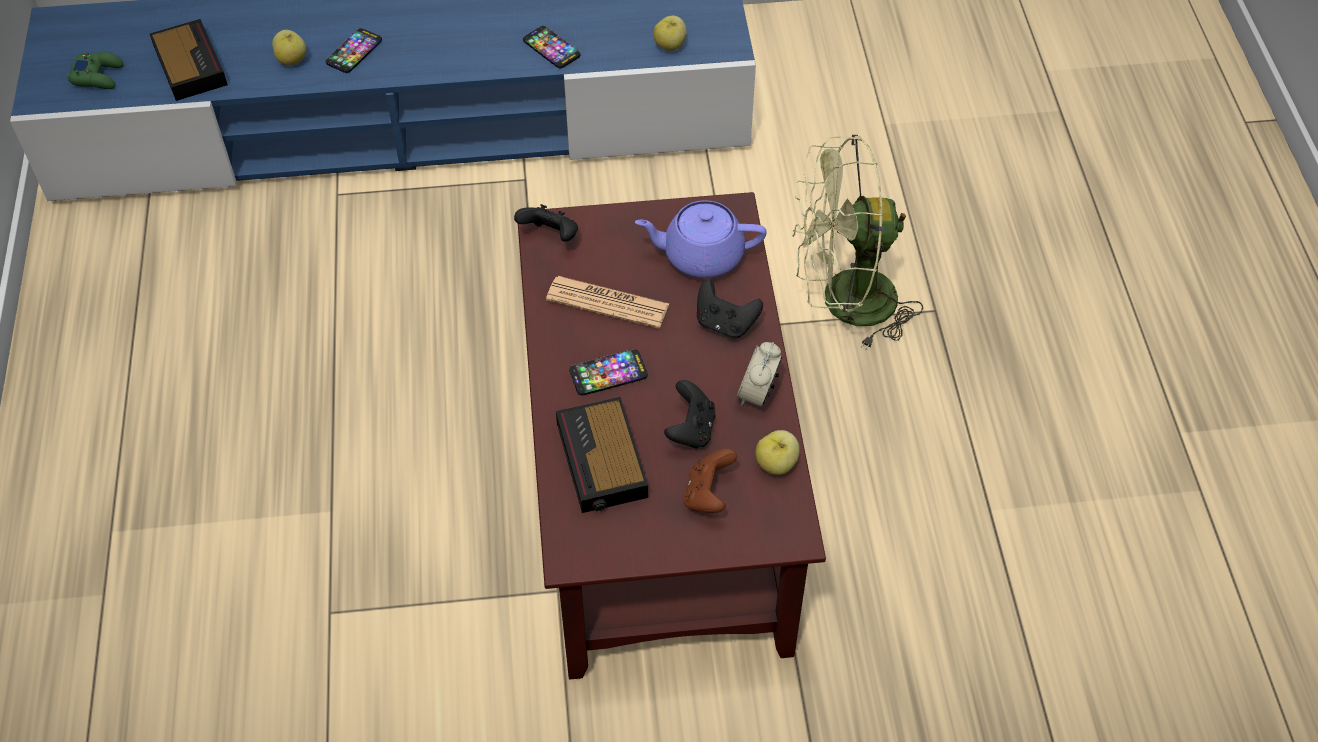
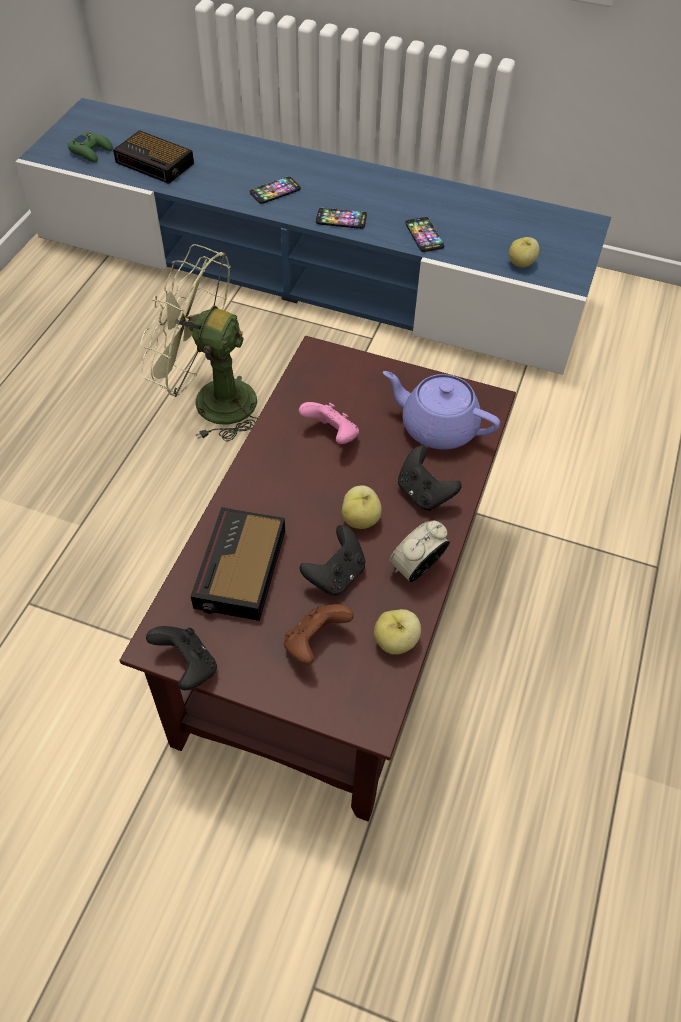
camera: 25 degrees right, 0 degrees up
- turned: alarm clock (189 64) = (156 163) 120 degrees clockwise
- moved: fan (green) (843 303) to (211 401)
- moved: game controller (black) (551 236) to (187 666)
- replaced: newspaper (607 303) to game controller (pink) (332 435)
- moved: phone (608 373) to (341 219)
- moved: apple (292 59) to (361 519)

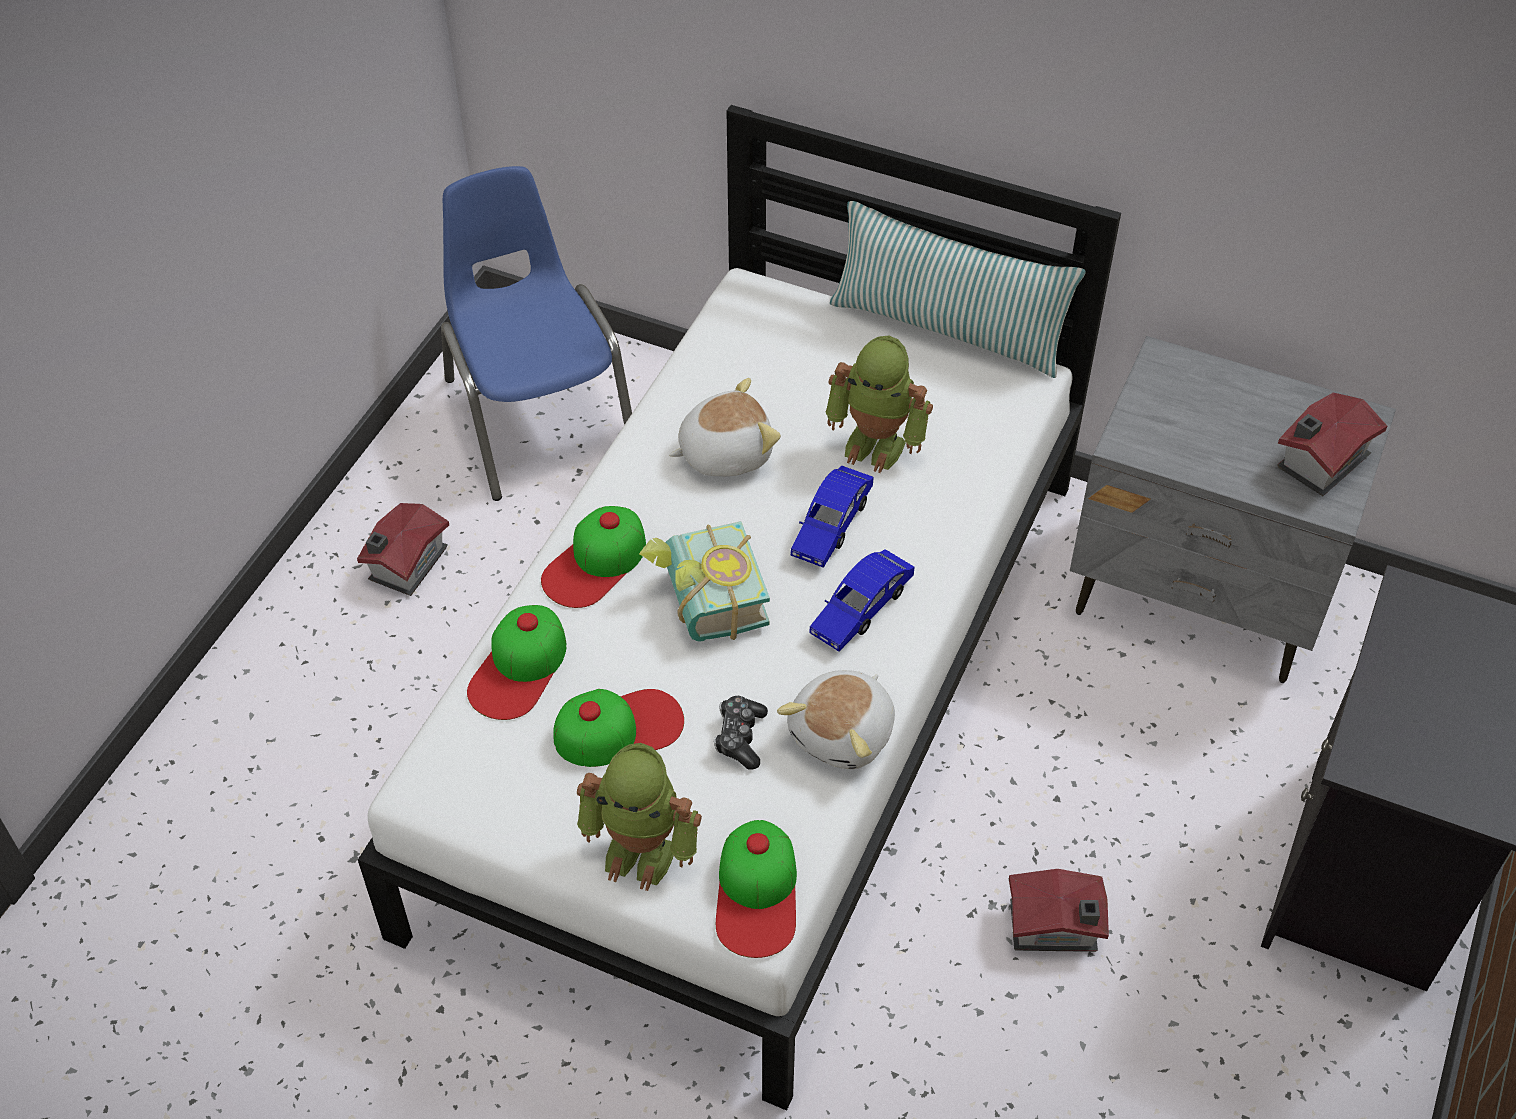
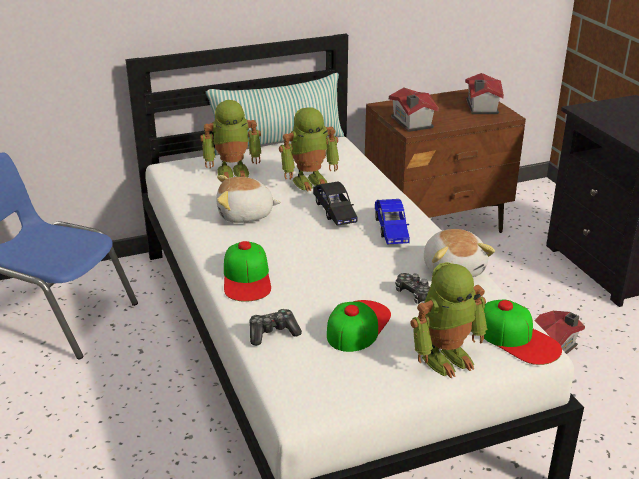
camera: 45 degrees left, 20 degrees down
- added: toy robot (233 171)
- turned: plush toy (724 452) = (245 215) 120 degrees counterclockwise
- replaced: cap (519 668) to game controller (273 333)
- recoloured: toy car (blue) (832 525) to toy car (black) (334 211)
- recoloured: nightstand (grey) (1200 595) to nightstand (brown) (436 224)
- moved: toy house (405 565) to (411 123)
- removed: book (703 602)

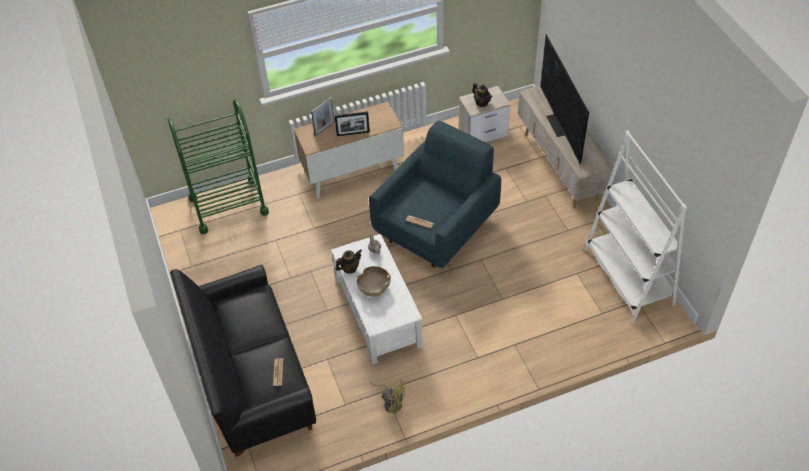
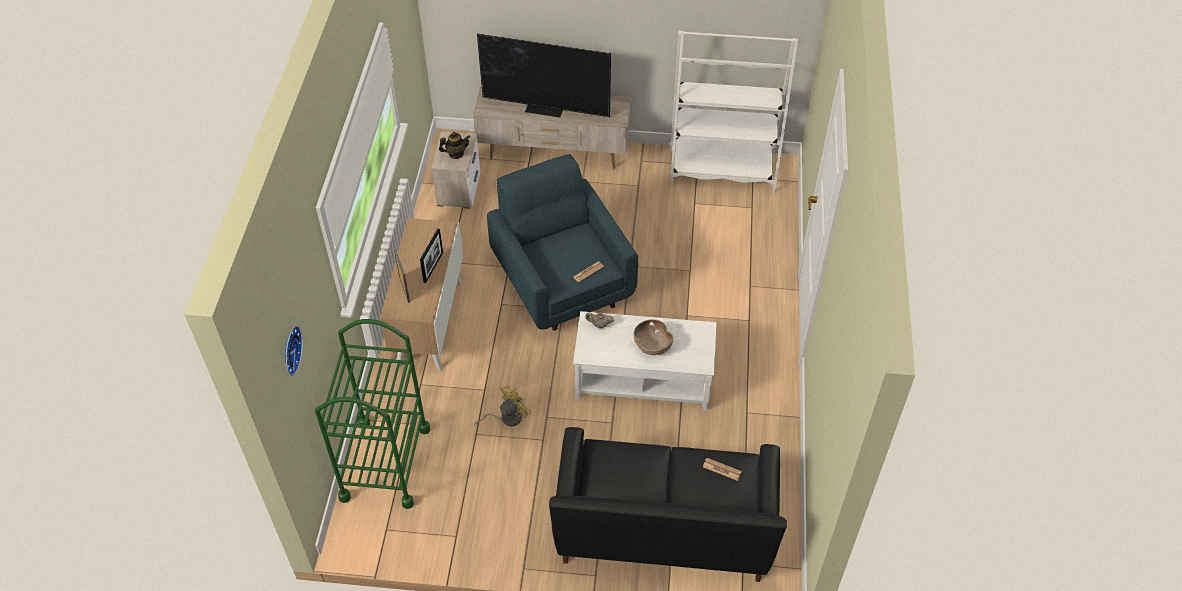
camera: 65 degrees left, 0 degrees up
- added: wall clock (290 350)
- moved: fan (yellow) (391 402) to (506 418)
- removed: teapot (349 268)

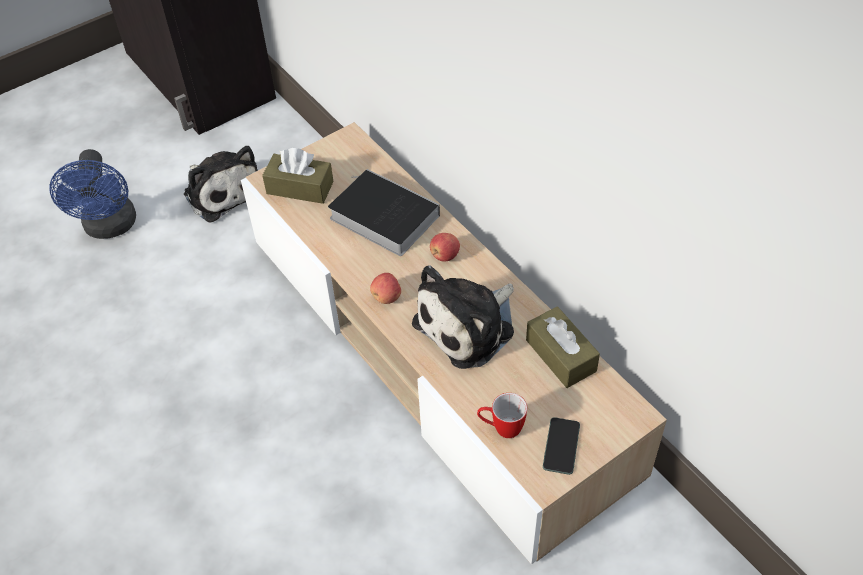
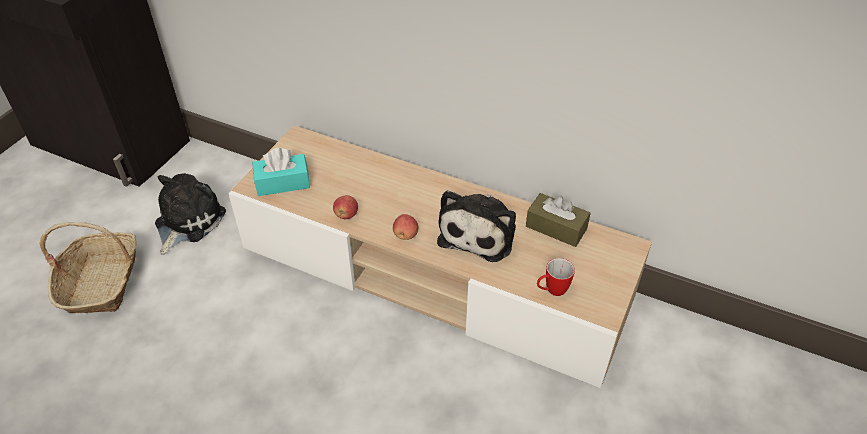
camera: 30 degrees left, 5 degrees down
- replaced: fan (blue) (110 227) to basket (102 282)
- turned: plush toy (222 191) = (187 221) 90 degrees counterclockwise
- recoloured: tissue box (brown) (300 188) to tissue box (turquoise) (282 183)
- moved: apple (444 255) to (346 215)
- removed: book (381 216)
- removed: phone (561 446)

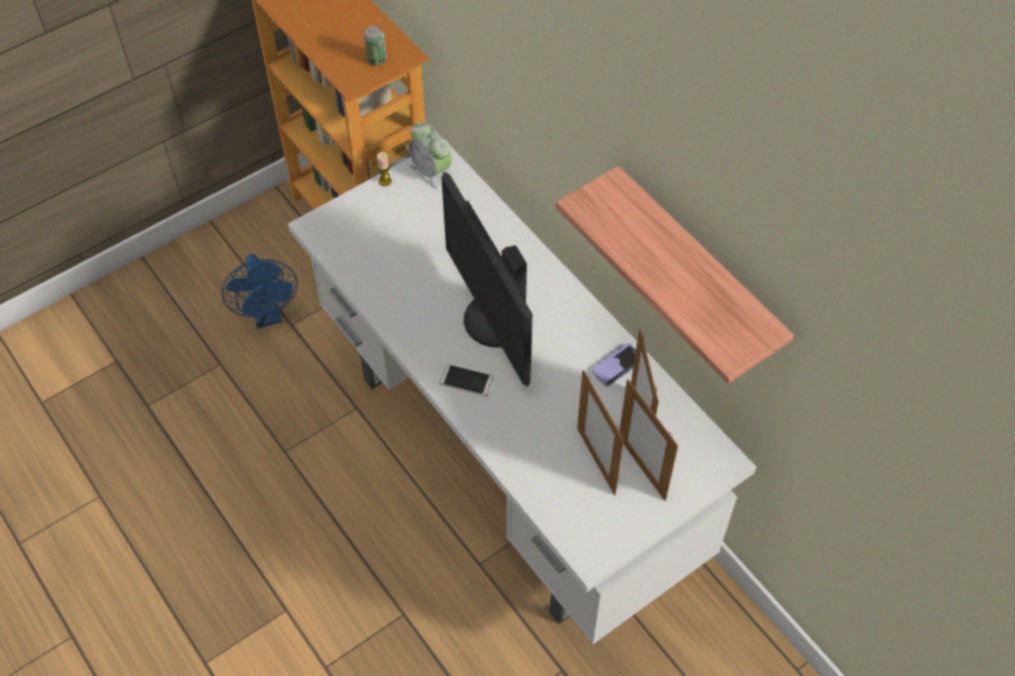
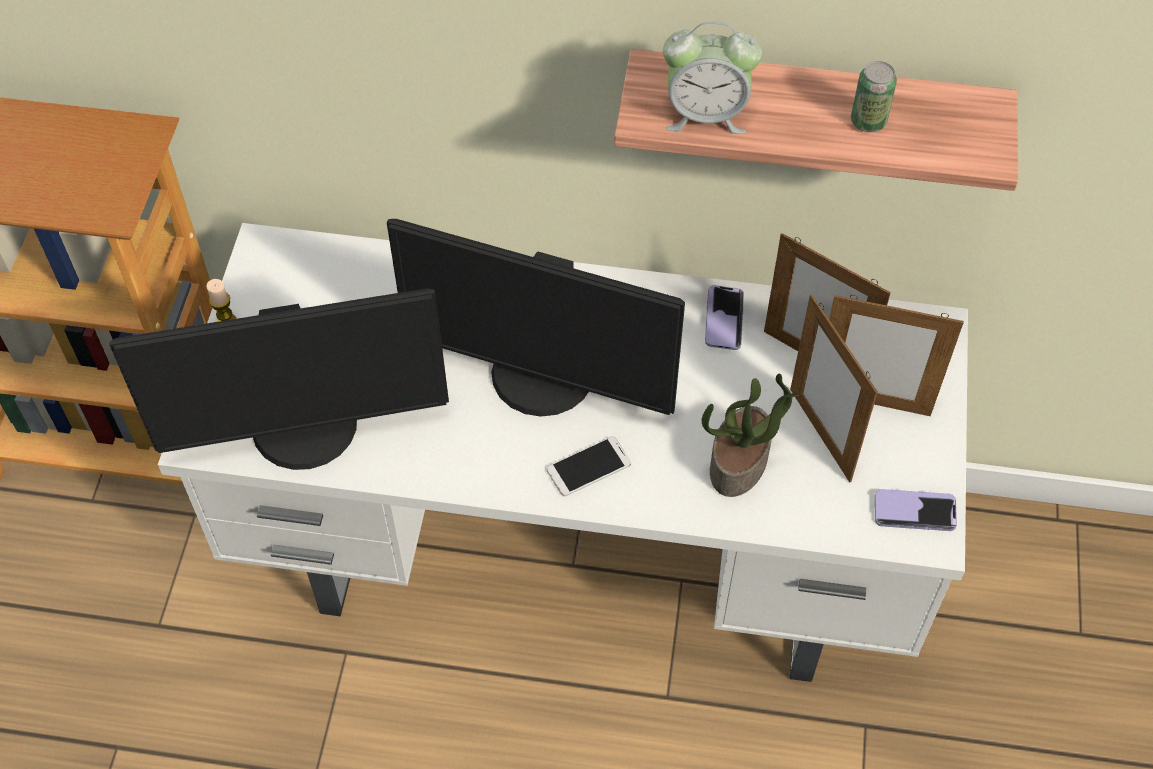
camera: 45 degrees left, 0 degrees up
- added: monitor (305 430)
- moved: alarm clock (431 171) to (706 115)
- added: potted plant (740 463)
- turned: picture frame (596 461) = (820 434) 45 degrees clockwise
- moved: can (376 59) to (868 121)
- added: phone (914 511)
- removed: fan (blue) (267 315)

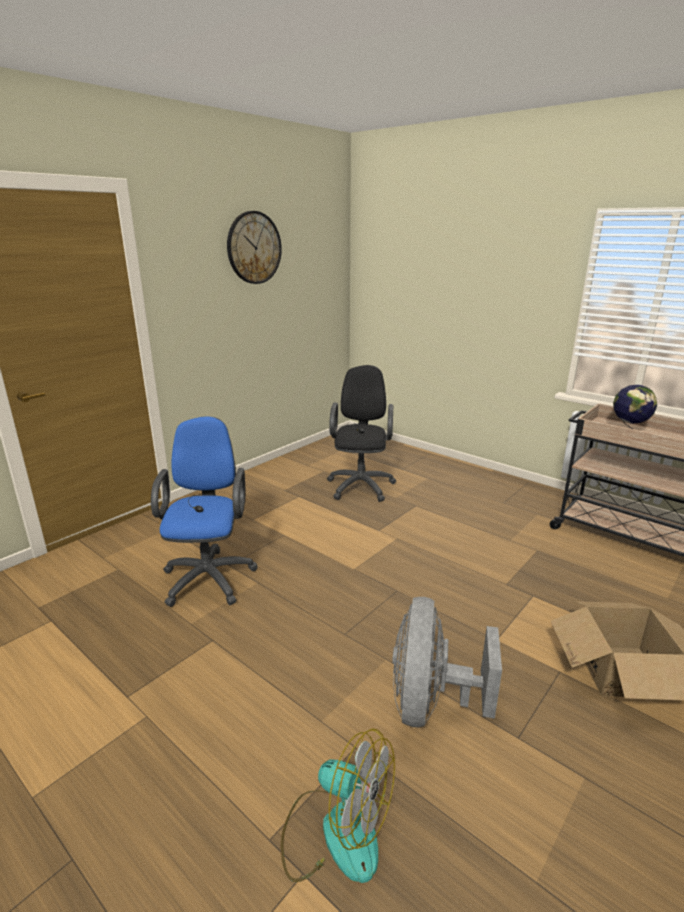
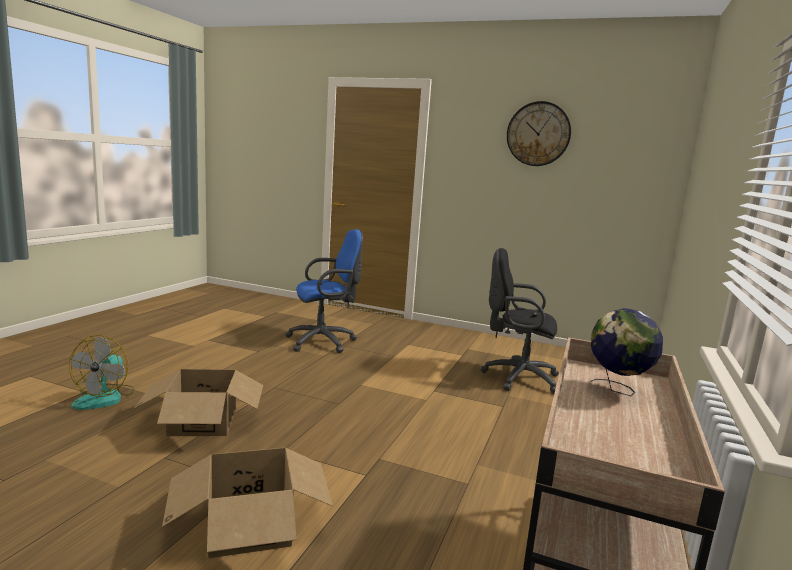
camera: 70 degrees right, 10 degrees down
- replaced: fan (grey) (431 703) to cardboard box (202 422)
- turned: office chair (black) (361 484) = (516 377) 150 degrees counterclockwise

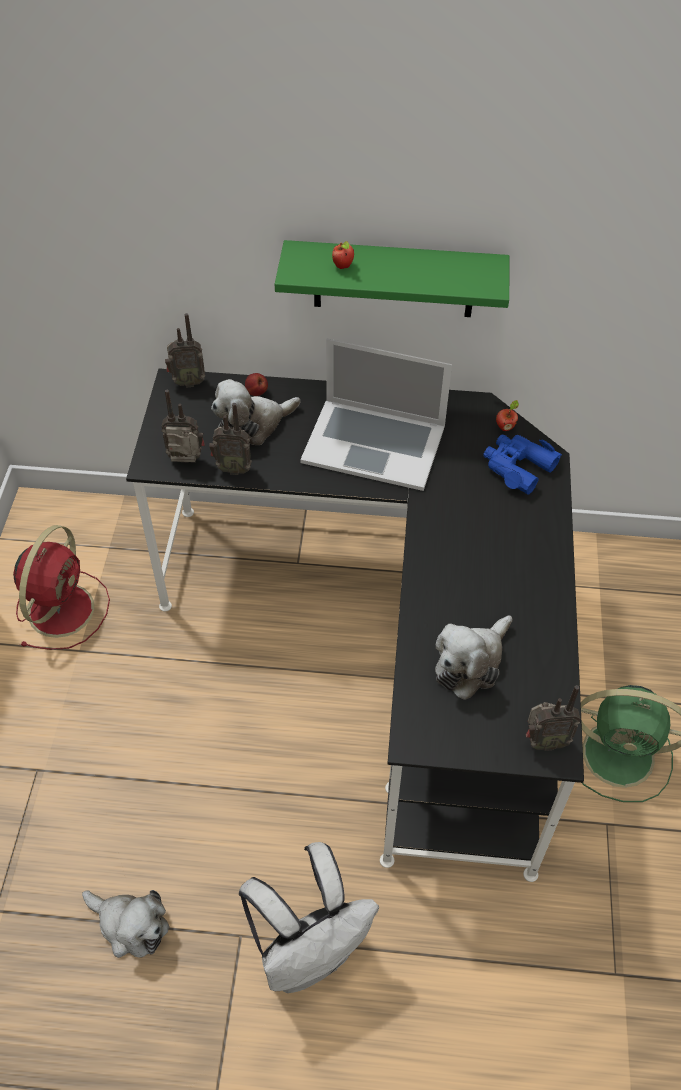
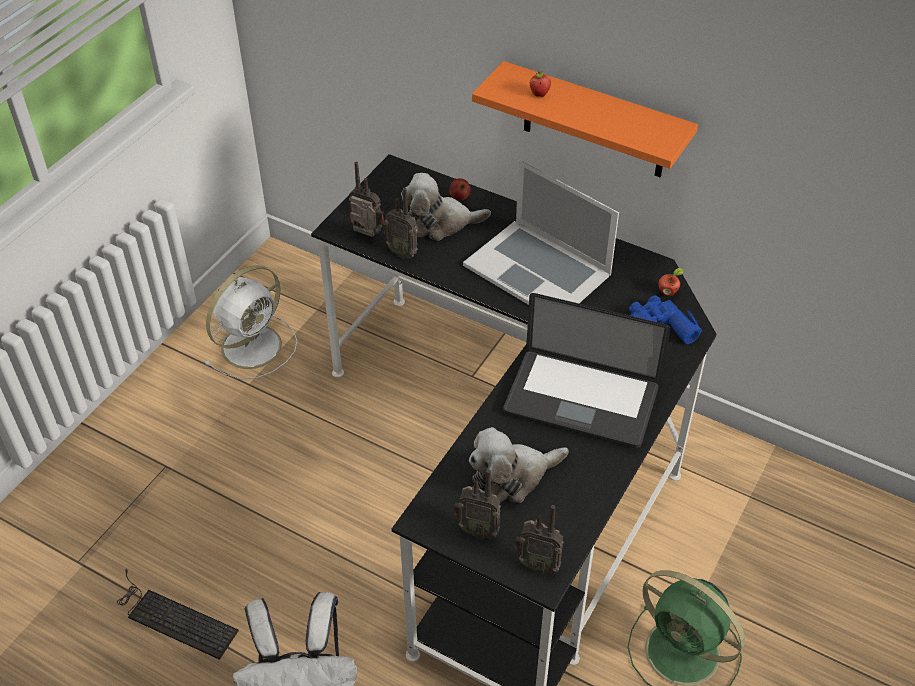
camera: 25 degrees right, 5 degrees down
- replaced: plush toy (130 925) to keyboard (172 617)
- recoloured: fan (red) (62 607) to fan (white) (253 345)
- moved: radio (187 382) to (478 530)
- recoloured: shelf (green) (394 279) to shelf (orange) (594 122)
- added: laptop (581 400)

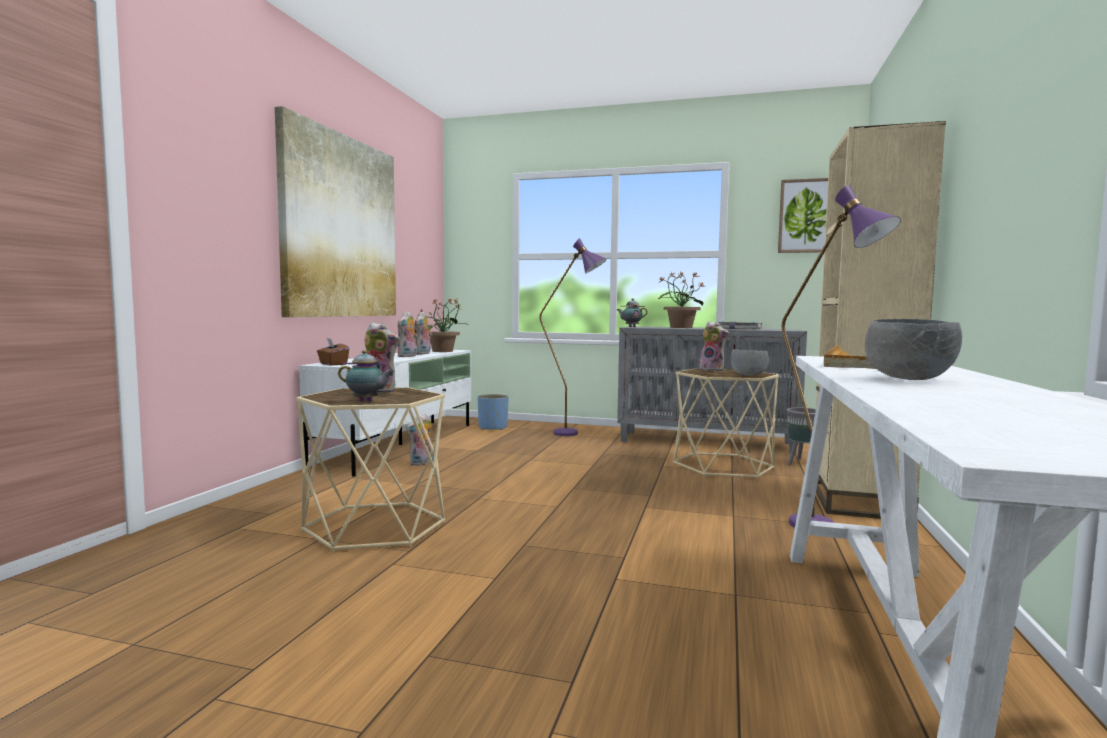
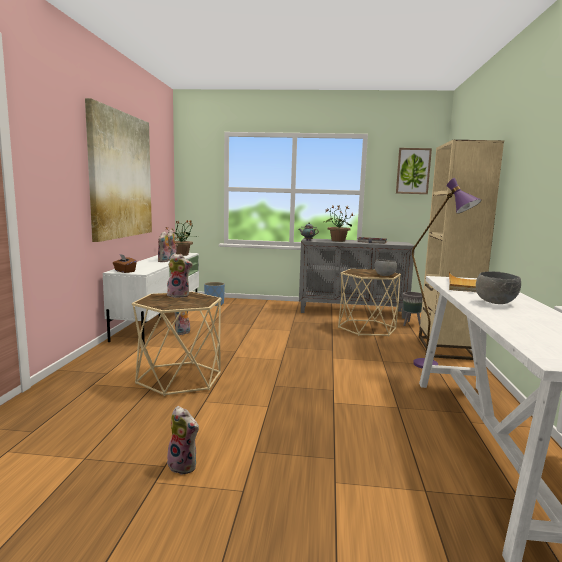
camera: 10 degrees left, 5 degrees up
- moved: plush toy (713 370) to (184 465)
- removed: teapot (367 401)
- removed: floor lamp (purple) (575 434)

